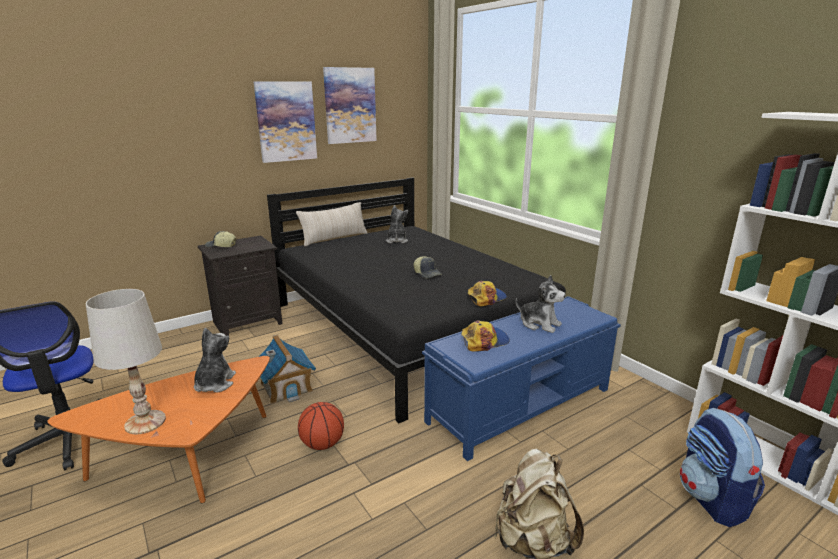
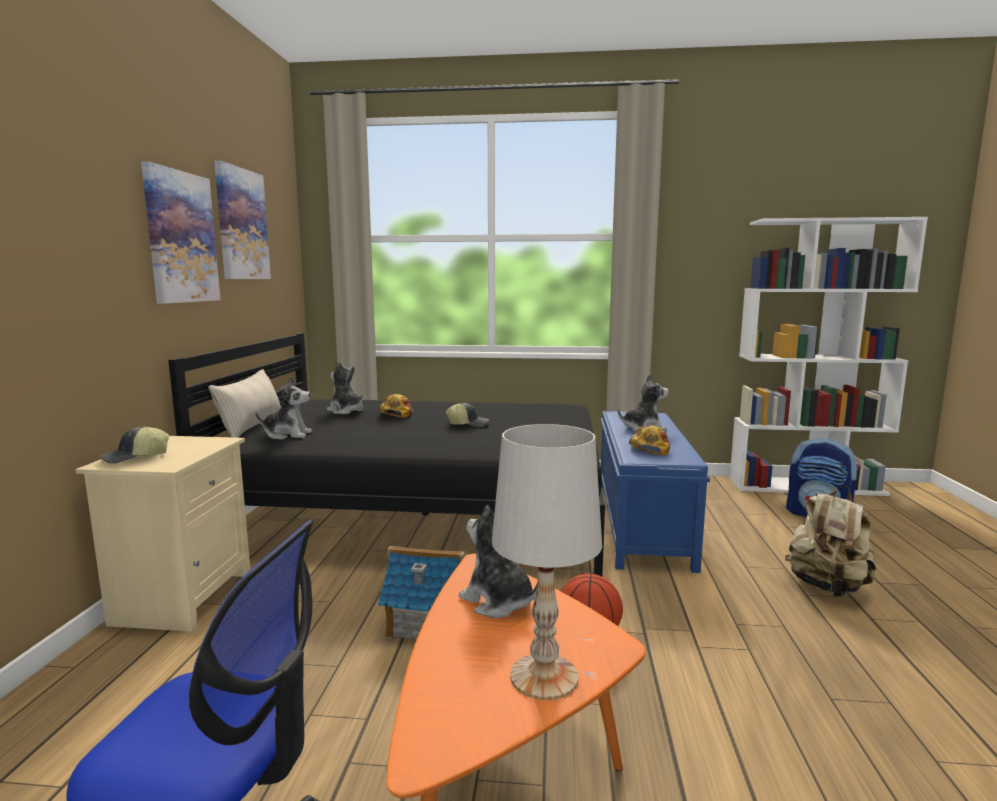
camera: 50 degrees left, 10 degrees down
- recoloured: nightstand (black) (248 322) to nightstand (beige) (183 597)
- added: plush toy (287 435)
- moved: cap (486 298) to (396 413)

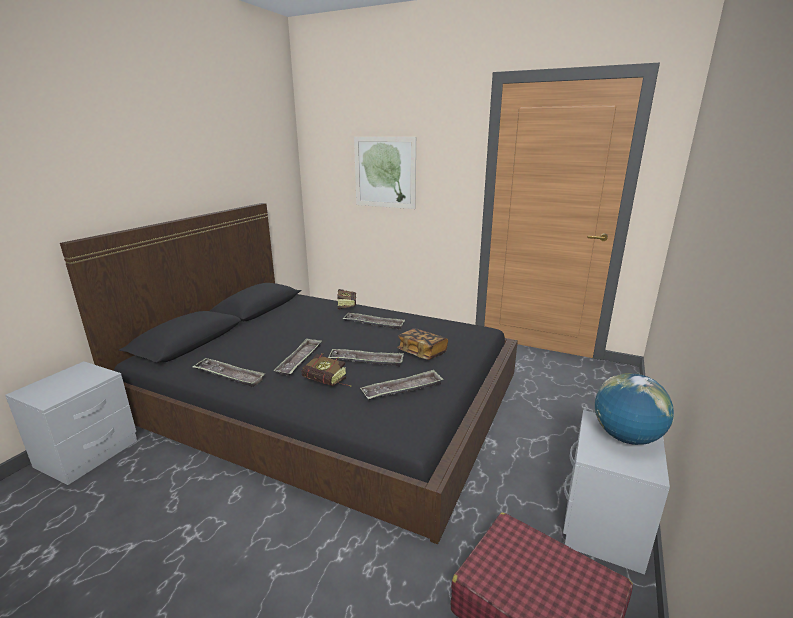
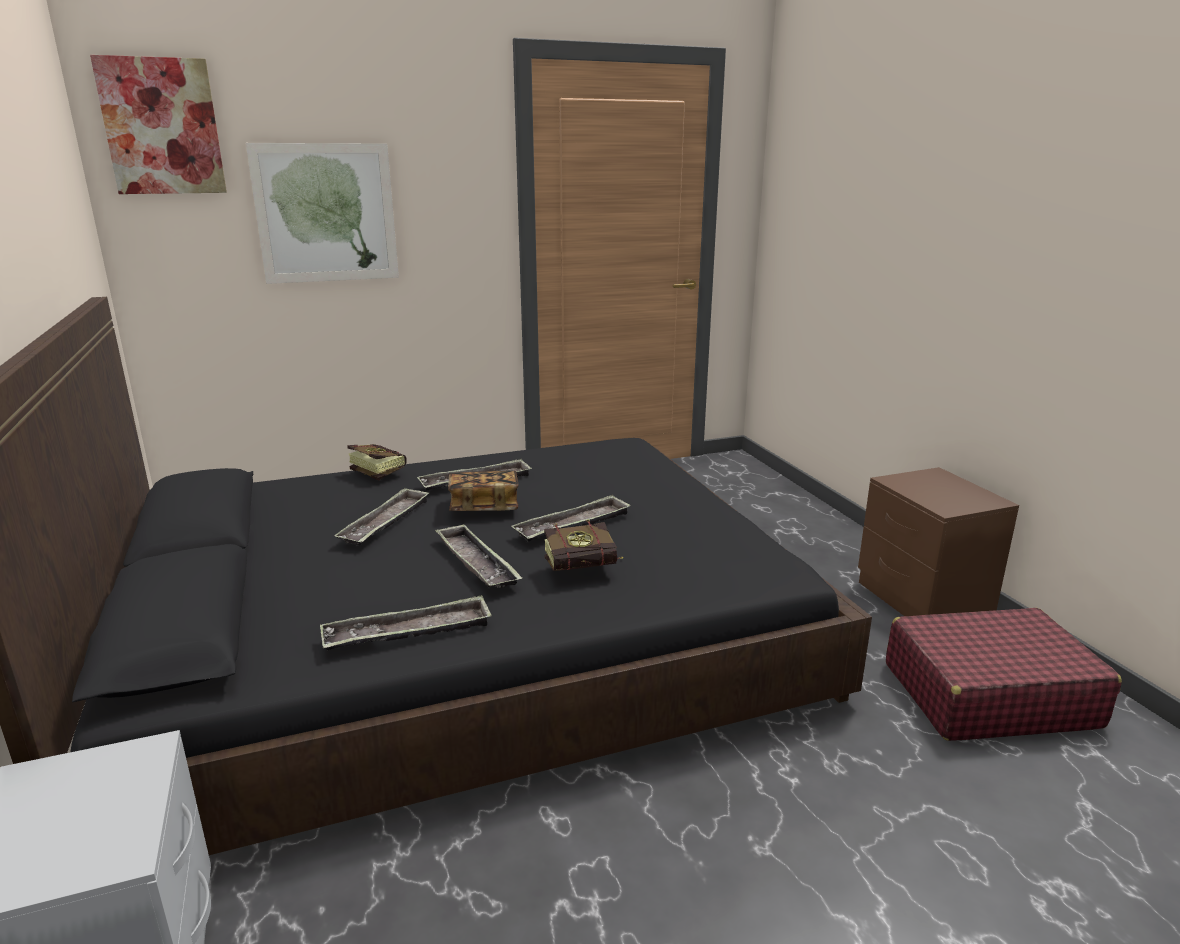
camera: 45 degrees left, 0 degrees up
- added: picture (162 127)
- moved: tray (402 389) to (386 522)
- moved: book (422 353) to (484 507)
- recoloured: nightstand (grey) (603 525) to nightstand (brown) (923 600)
- removed: globe (626 437)

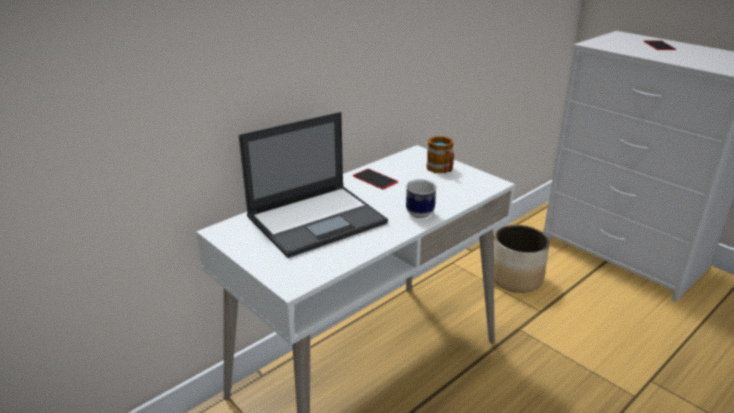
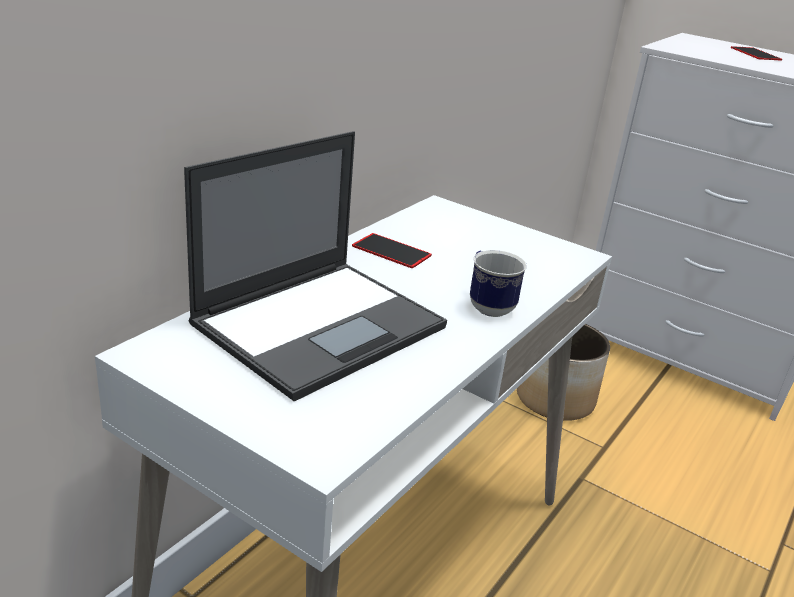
camera: 15 degrees left, 0 degrees up
- removed: mug (441 170)

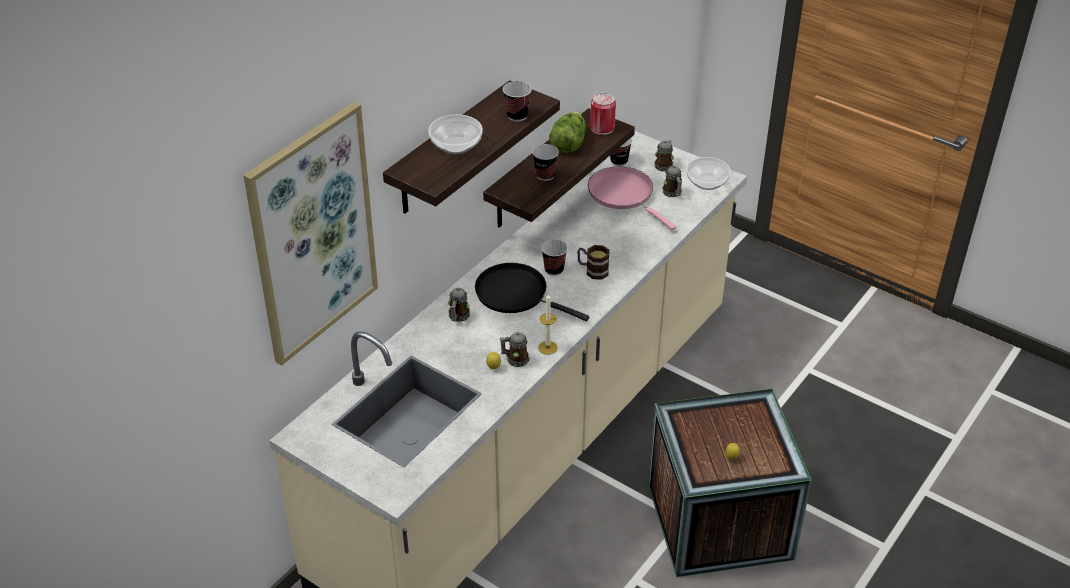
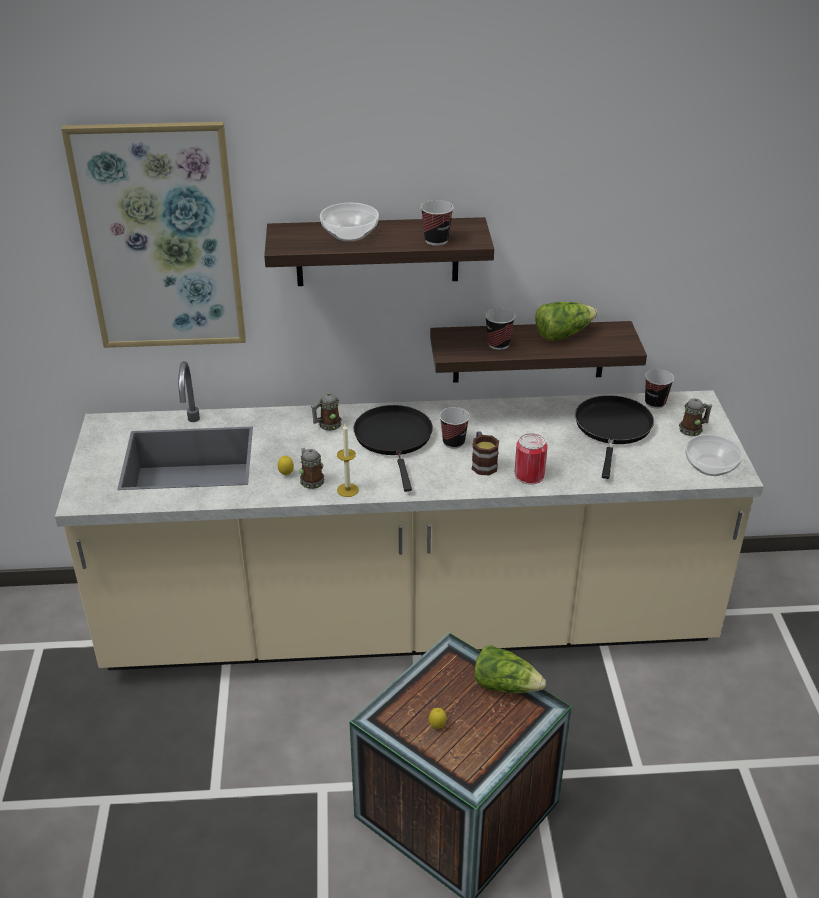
camera: 50 degrees right, 5 degrees down
- added: lettuce (505 685)
- moved: can (602 128) to (529 475)
- recoloured: frying pan (pink) (624 195) to frying pan (black) (613 429)
- removed: mug (673 193)

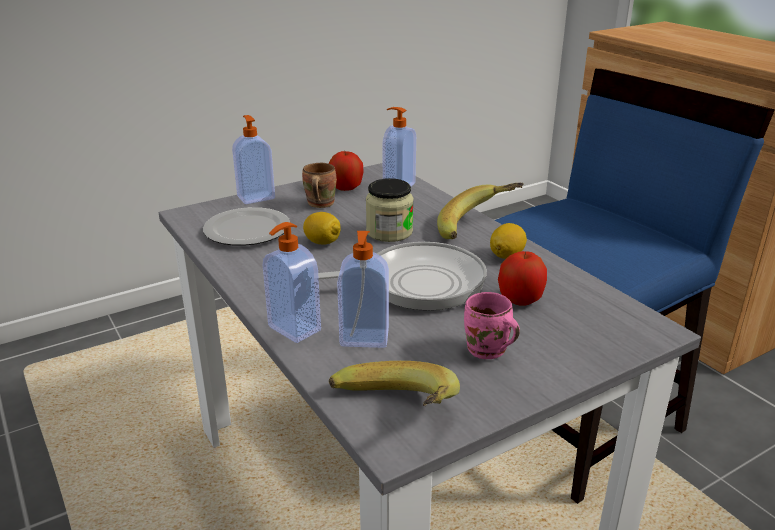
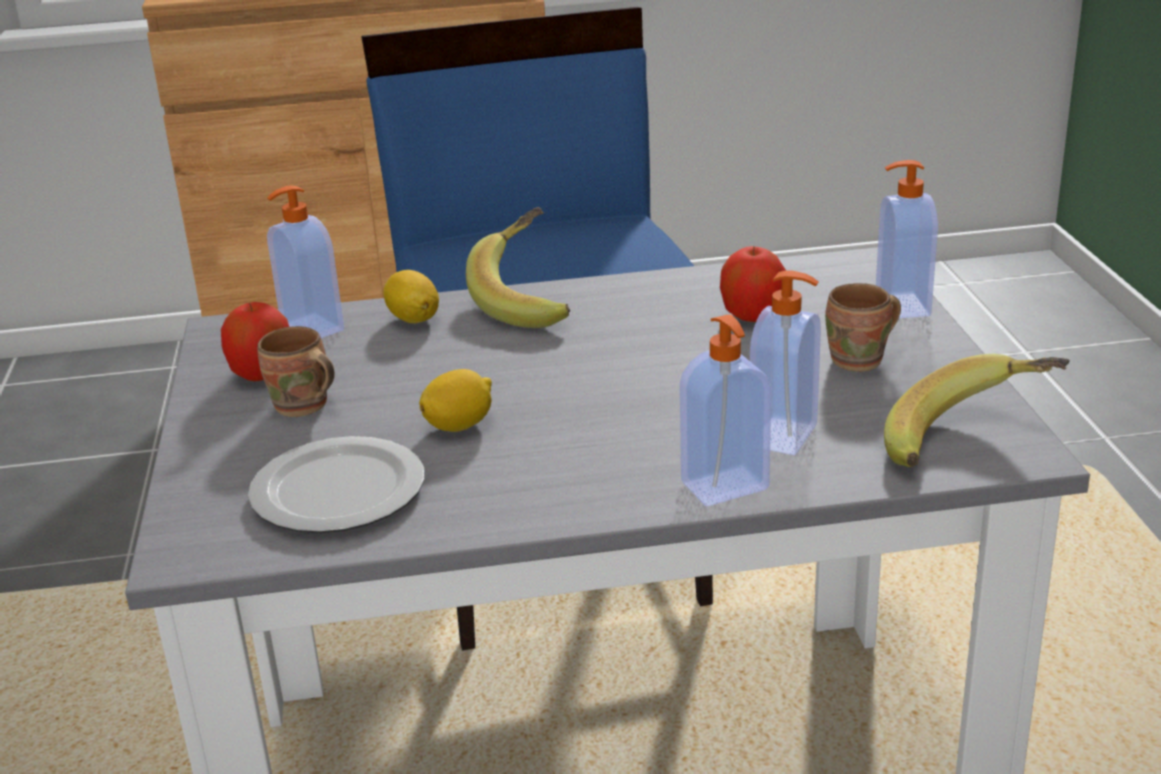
camera: 65 degrees left, 0 degrees up
- moved: lemon (506 255) to (413 319)
- recoloured: mug (pink) (487 352) to mug (brown) (861 362)
- moved: soap dispenser (255 197) to (900 306)
- removed: frying pan (416 284)
- removed: jar (389 232)

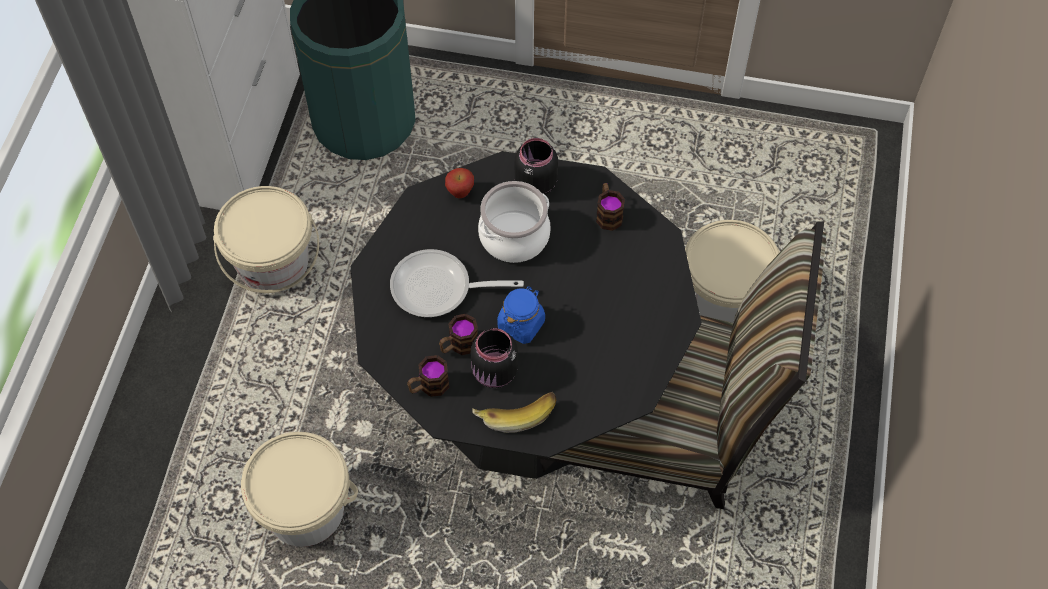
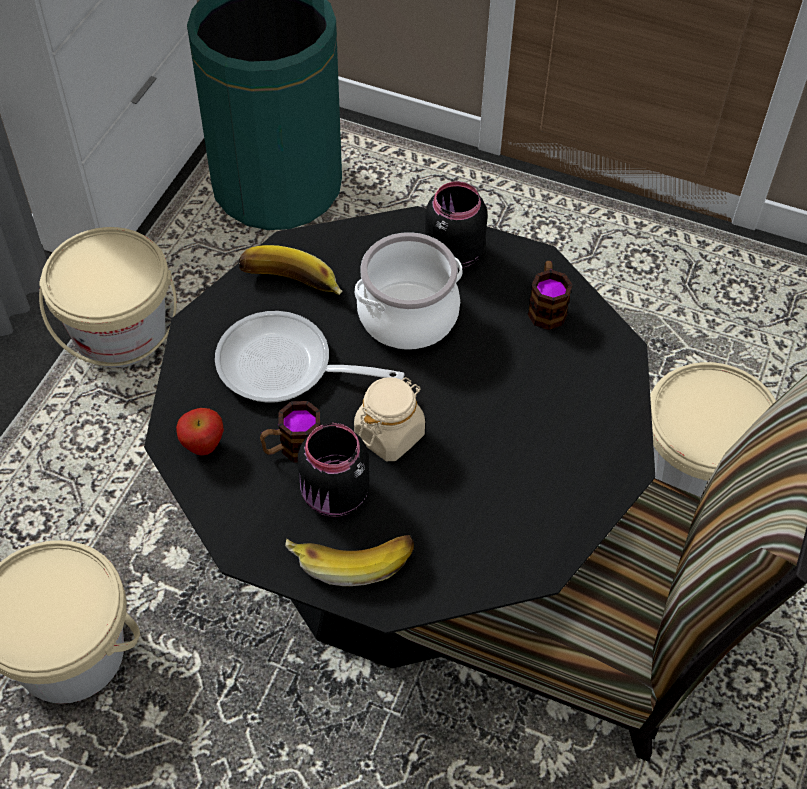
camera: 10 degrees right, 5 degrees down
- moved: apple (460 193) to (203 447)
- added: banana (290 287)
- recoloured: jar (blue) (521 324) to jar (beige) (389 434)
- removed: mug (428 386)

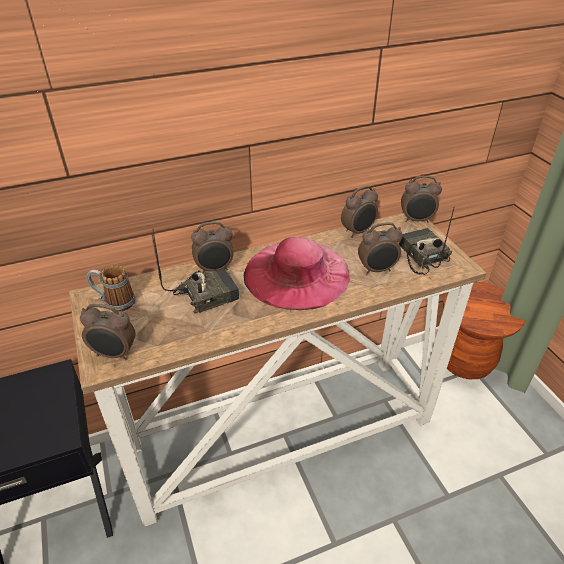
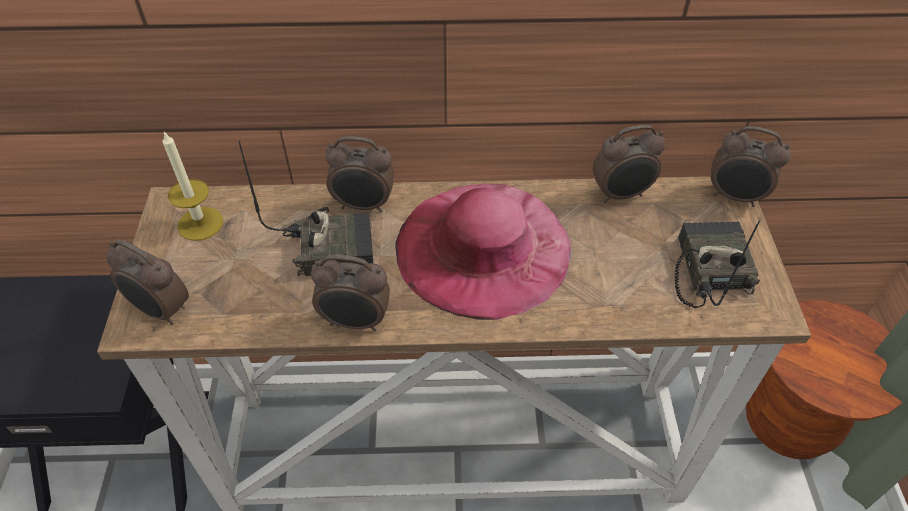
camera: 20 degrees right, 10 degrees up
- replaced: mug (114 302) to candle (200 223)
- moved: alarm clock (377 270) to (355 322)

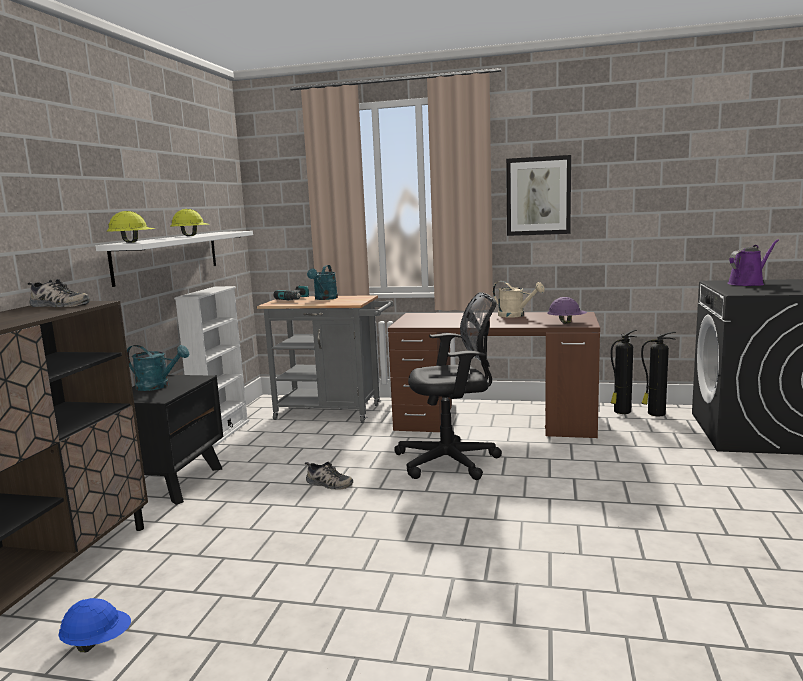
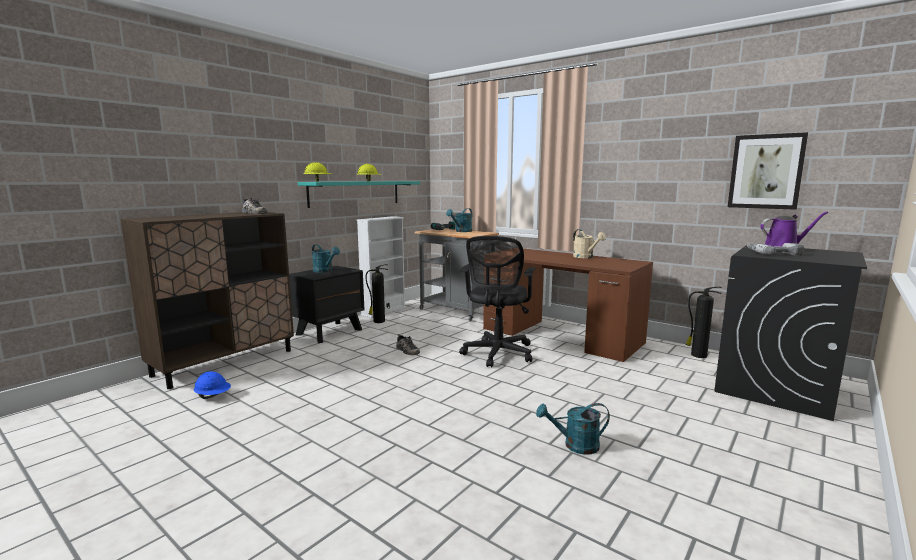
camera: 25 degrees right, 0 degrees up
- recoloured: shelf (white) (168 256) to shelf (turquoise) (355 193)
- moved: fire extinguisher (621 411) to (378 321)
- turned: office chair (black) (452 461) = (497 354) 90 degrees clockwise
- added: watering can (turquoise) (575 445)
- moved: picture (538 196) to (766 171)
- added: power drill (773 253)
- removed: hard hat (purple) (566 322)

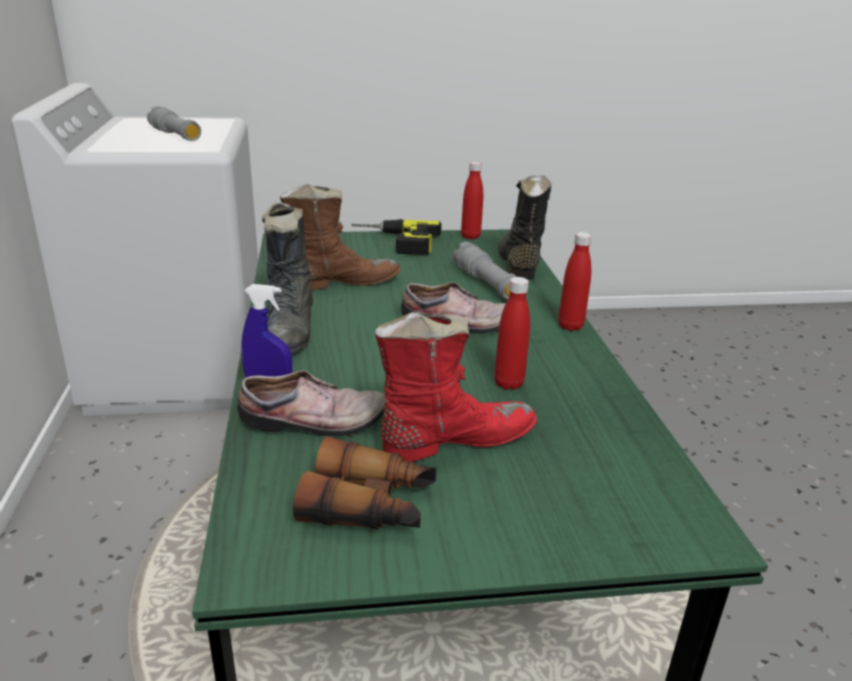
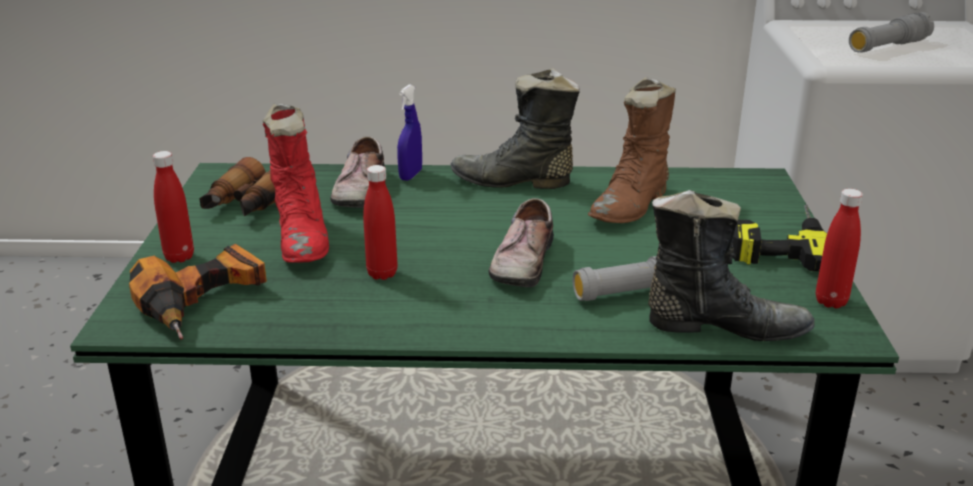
camera: 100 degrees right, 0 degrees up
- added: power drill (205 304)
- moved: bottle (red) (570 326) to (179 257)
- turned: boot (brown) (342 282) = (632 206) 45 degrees clockwise

